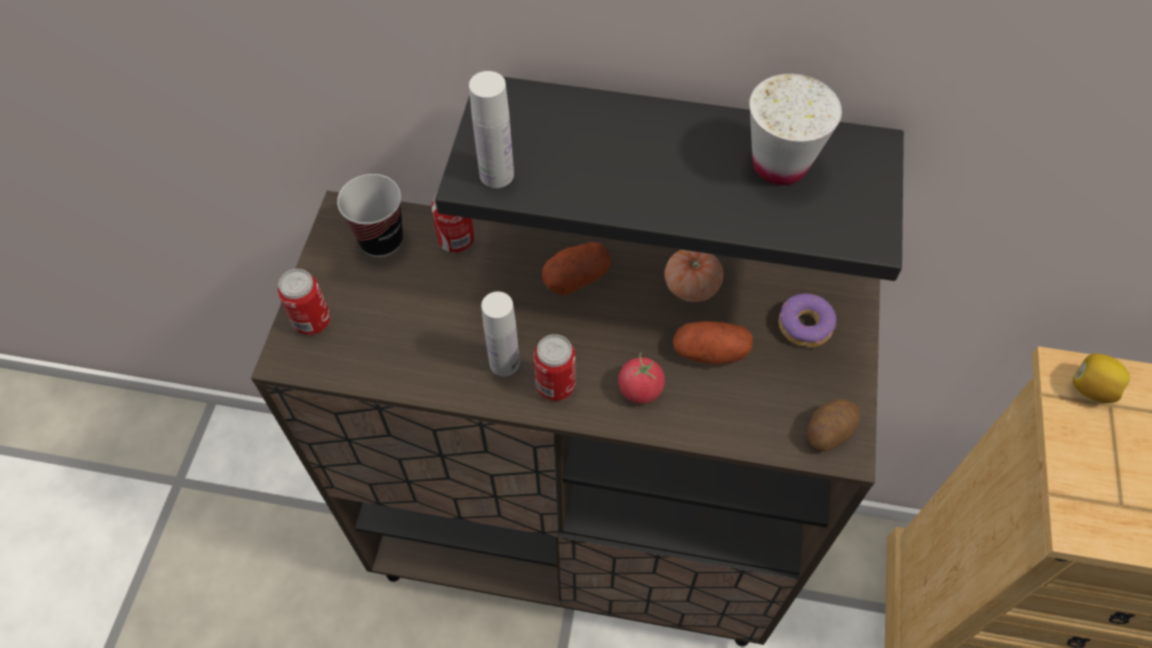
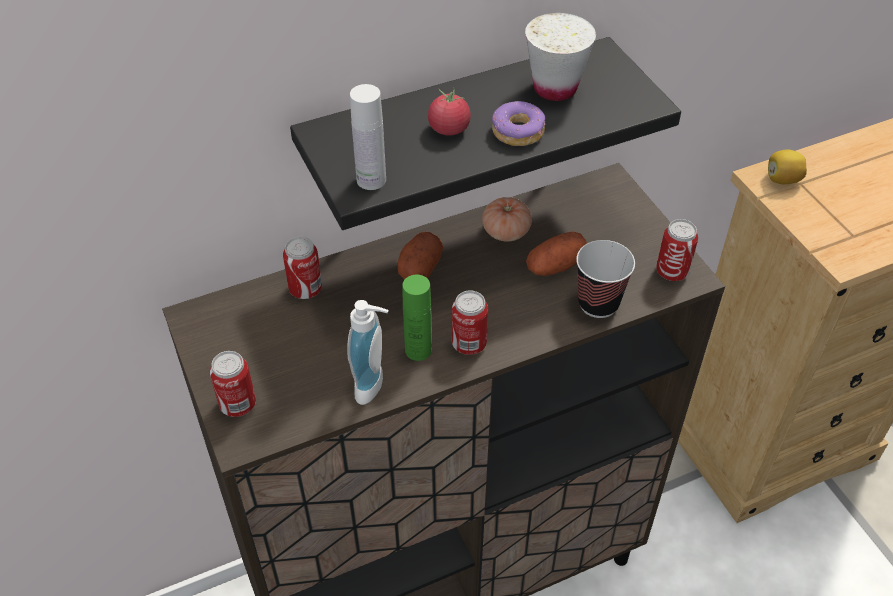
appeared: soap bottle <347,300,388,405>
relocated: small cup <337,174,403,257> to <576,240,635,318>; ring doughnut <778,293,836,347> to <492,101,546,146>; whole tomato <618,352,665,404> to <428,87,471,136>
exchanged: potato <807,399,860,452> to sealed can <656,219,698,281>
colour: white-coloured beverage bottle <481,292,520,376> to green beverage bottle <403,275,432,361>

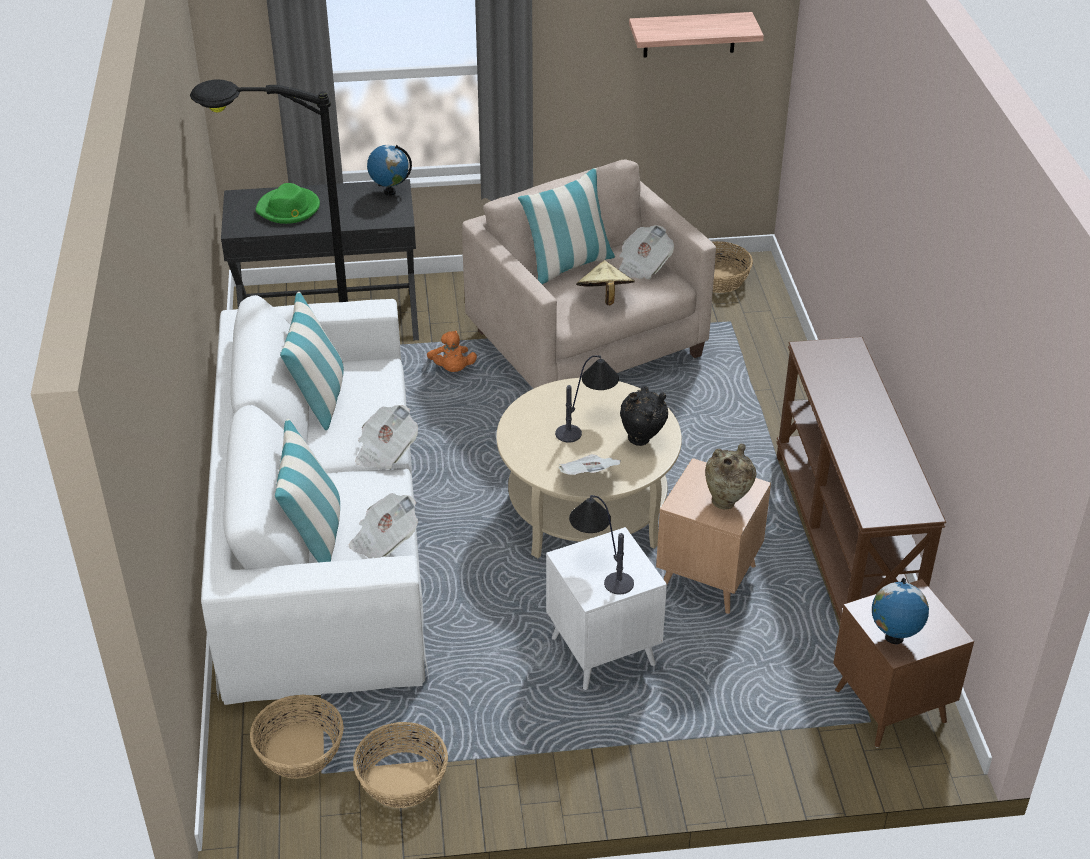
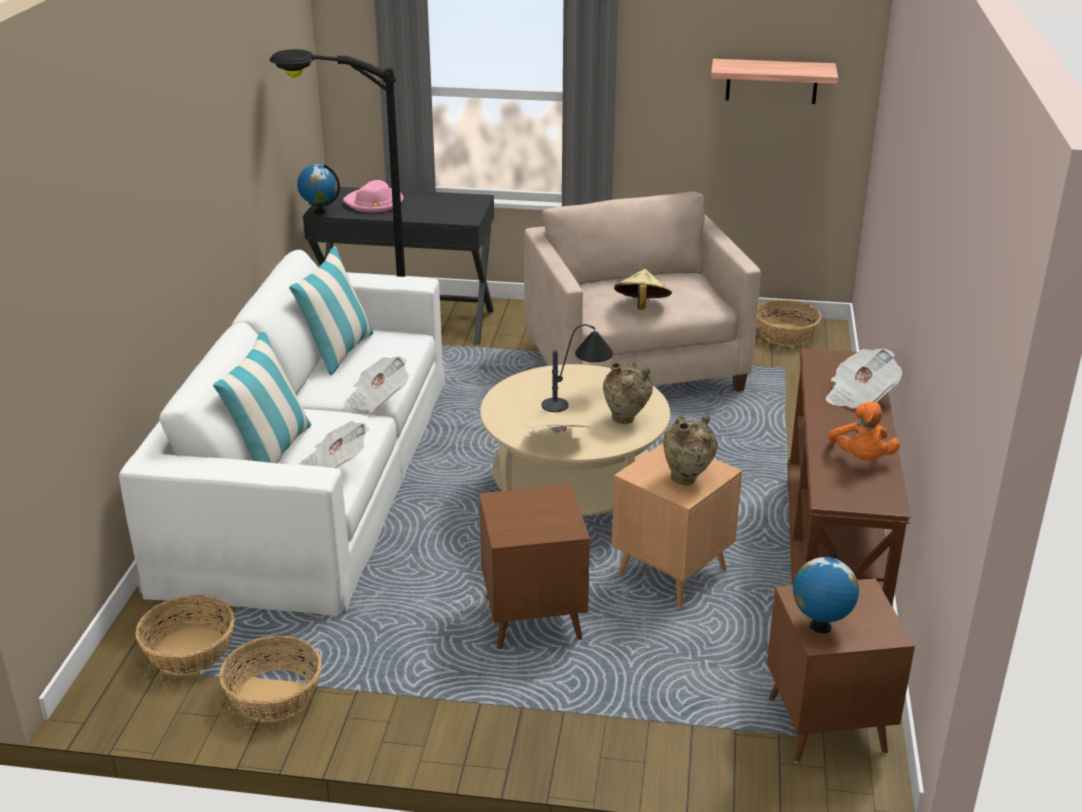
missing: pillow <518,168,616,284>; tabletop lamp <569,495,634,594>
relocated: world globe <367,145,412,196> to <297,164,340,215>; printed paper <618,225,674,279> to <826,349,902,409>; orange soft toy <427,331,477,372> to <829,402,900,461>
colour: green wearable hat <255,183,320,224> to pink wearable hat <343,180,403,212>; black-coloured vase <620,386,668,446> to beige-coloured vase <603,361,653,424>; white-coloured end table <546,527,667,690> to brownish end table <479,485,590,649>

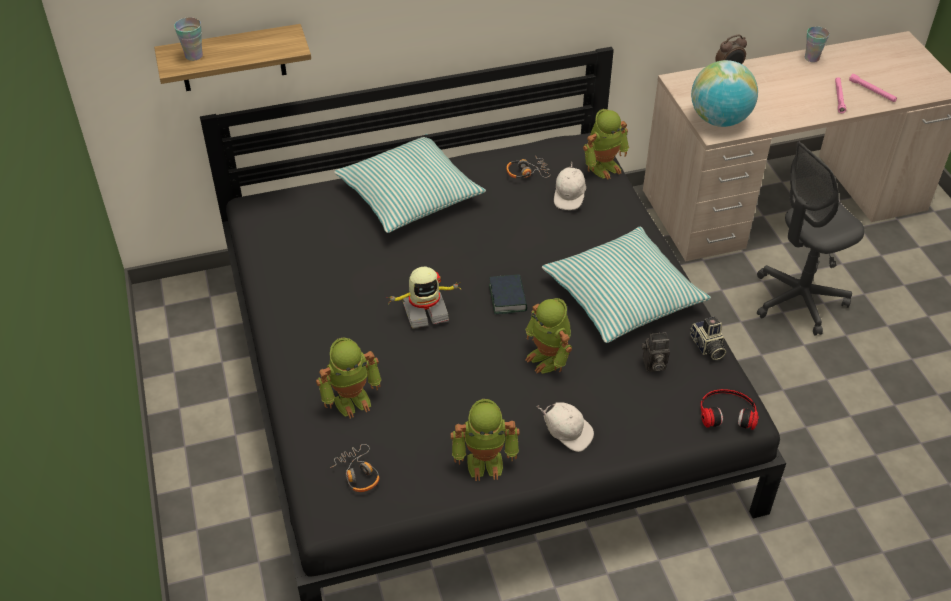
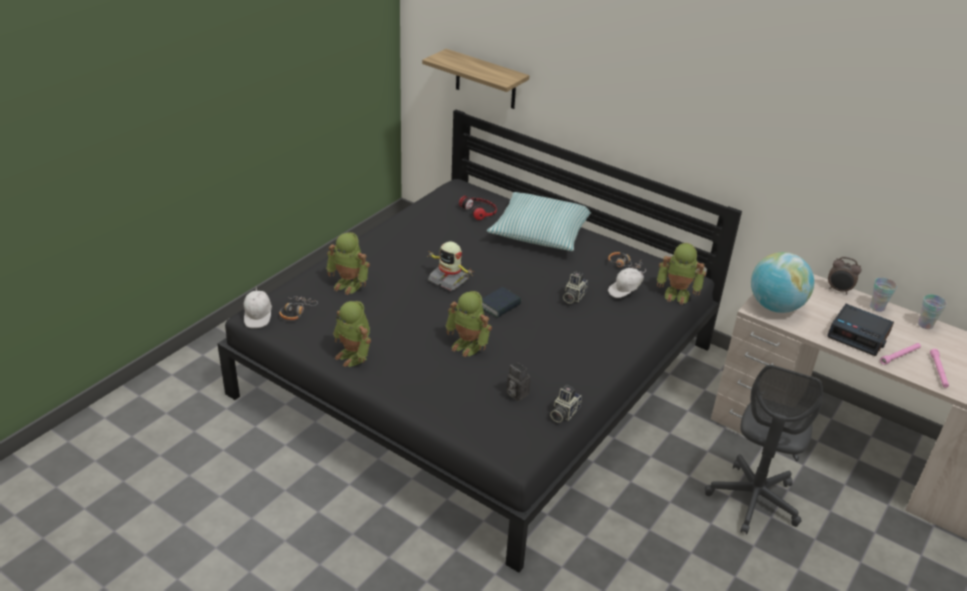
missing: pillow <542,227,711,343>
appeared: still camera <563,271,588,304>; alarm clock <827,304,894,356>
relocated: small cup <174,17,203,61> to <870,278,897,312>; headset <701,389,759,430> to <459,196,497,220>; white-coloured peaked cap <536,402,594,452> to <244,287,272,328>
spun: grey office chair <757,142,864,335> = <705,365,823,535> 90 degrees counterclockwise; toy robot <525,298,572,374> = <446,291,492,357> 75 degrees counterclockwise

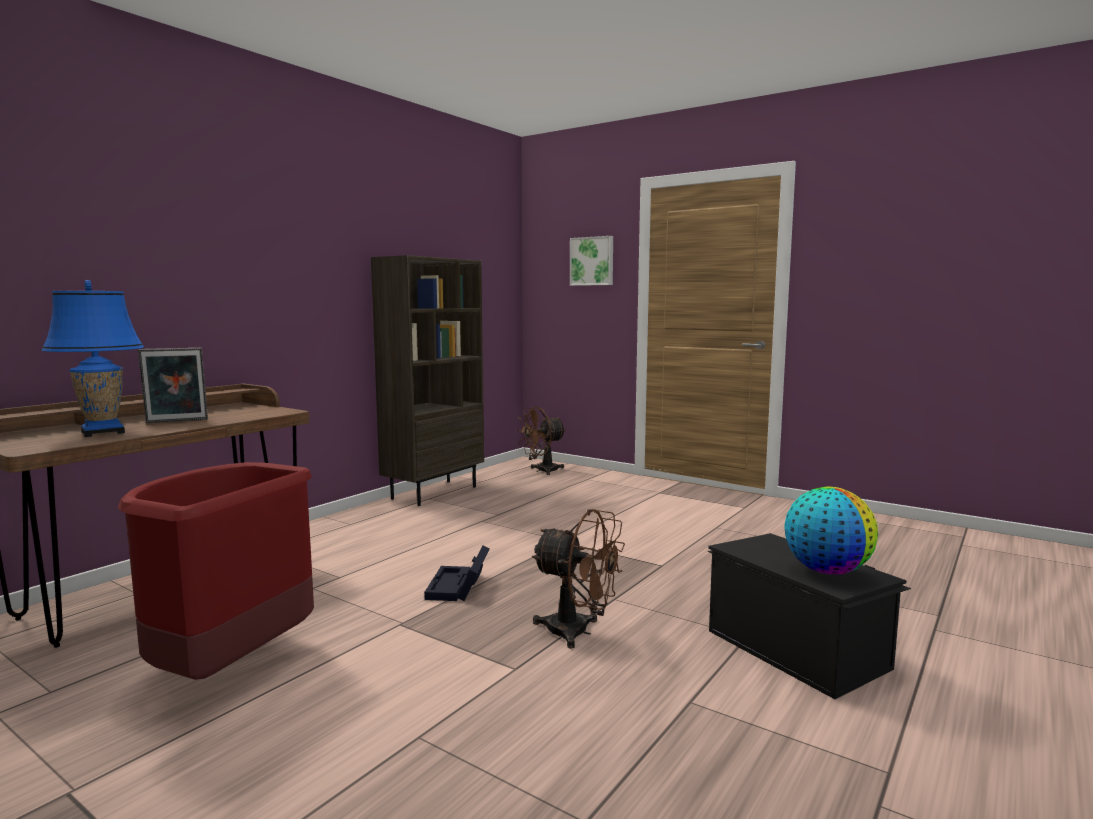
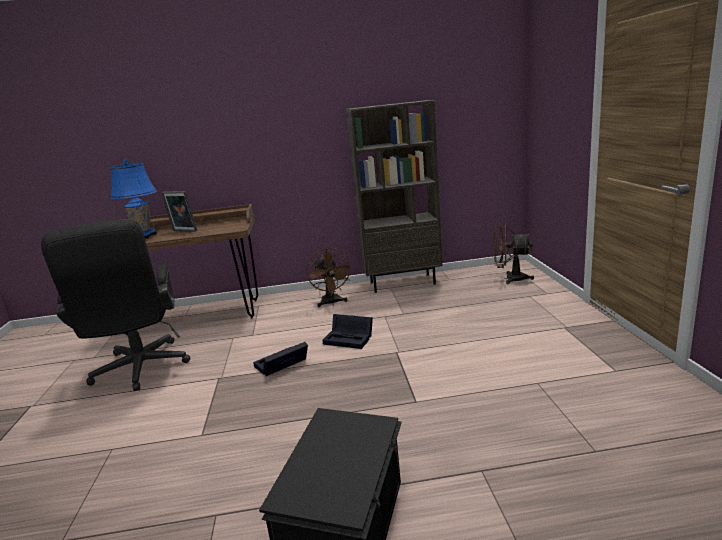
missing: picture <570,236,613,286>; world globe <784,487,878,575>
appeared: black-coloured storage bin <322,314,373,349>
relocated: brownish electric fan <531,509,625,649> to <306,248,352,307>
exchanged: red-coloured trash can <118,462,314,680> to black-coloured office chair <41,219,191,391>

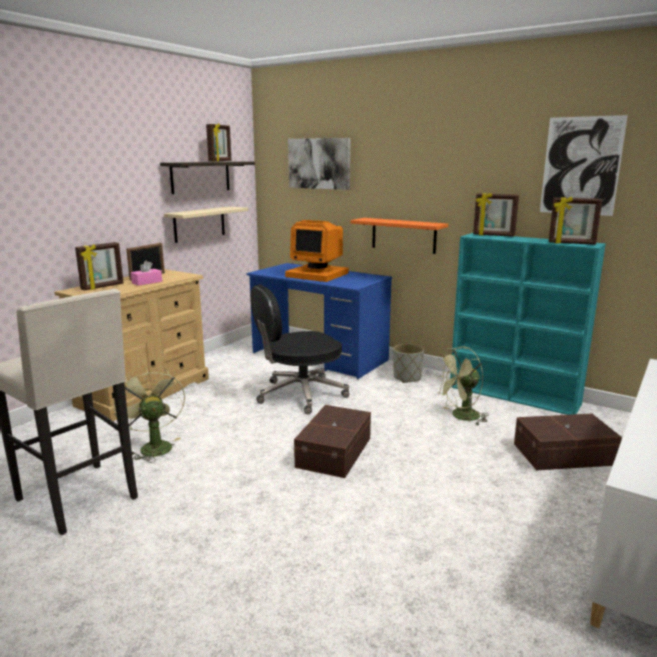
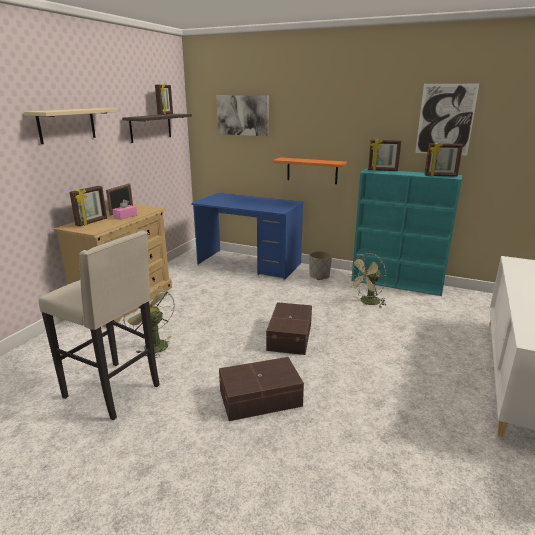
missing: computer display <285,220,349,282>; black-coloured office chair <250,284,349,414>
relocated: beige-coloured wall shelf <164,206,248,243> to <24,108,118,144>; brownish storage bin <514,414,622,470> to <219,357,304,421>

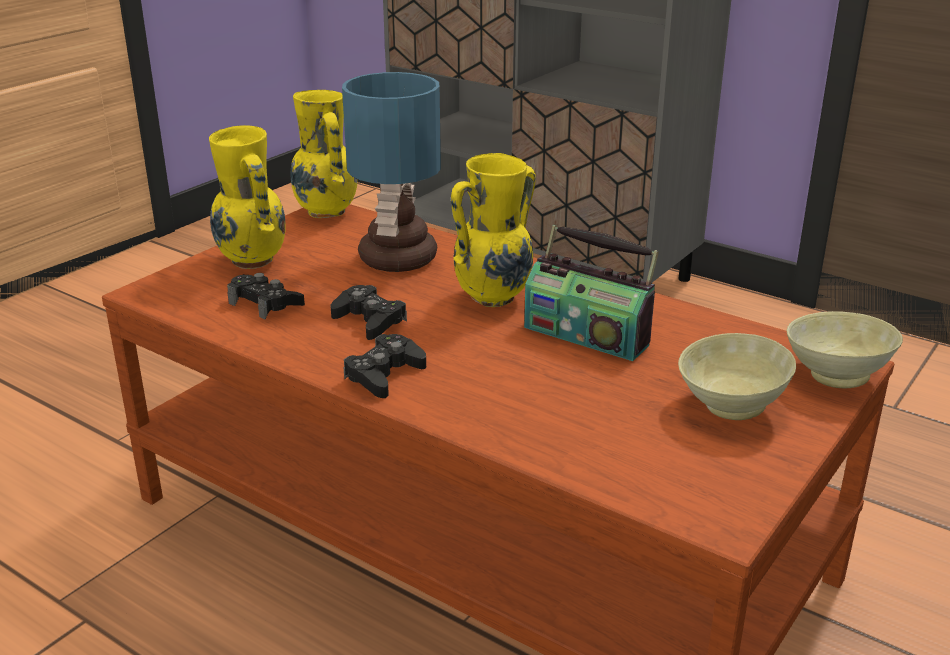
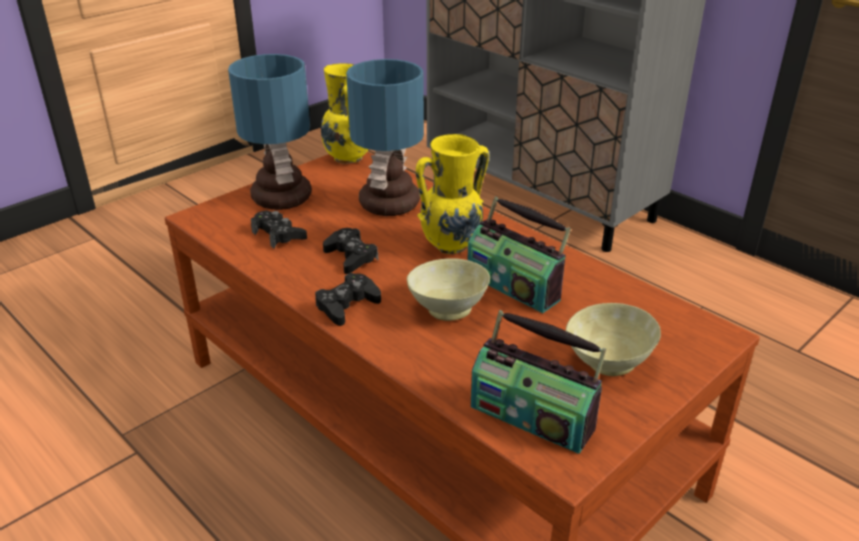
appeared: radio <471,310,606,454>
relocated: beige-coloured deep dish <787,311,903,388> to <407,258,490,321>
exchanged: yellow vase <209,125,286,269> to tabletop lamp <228,54,312,210>

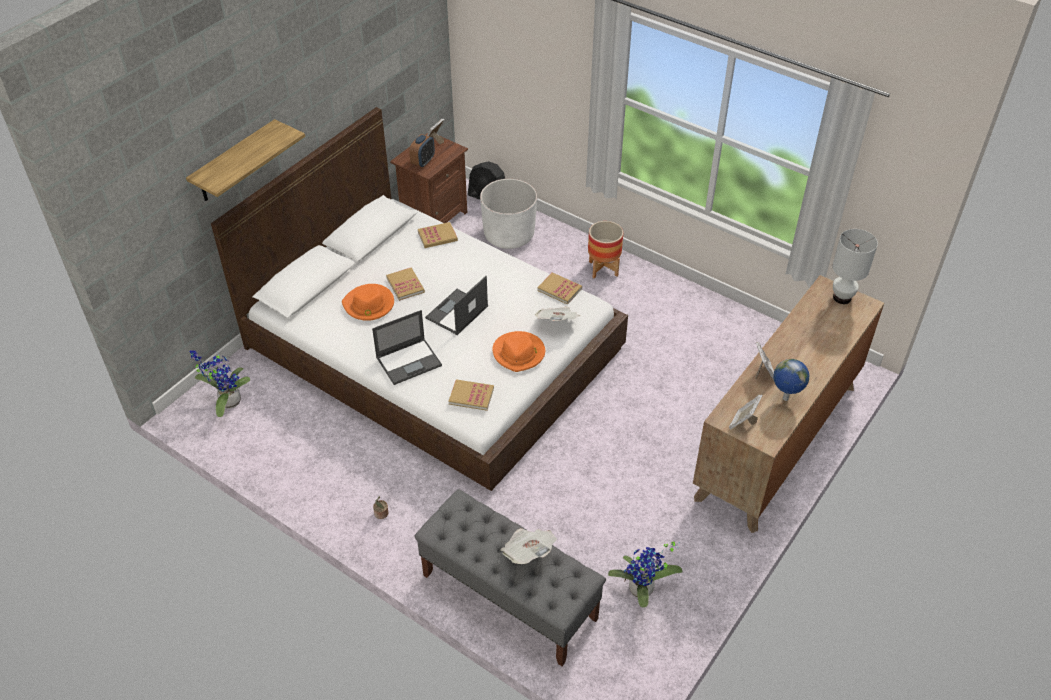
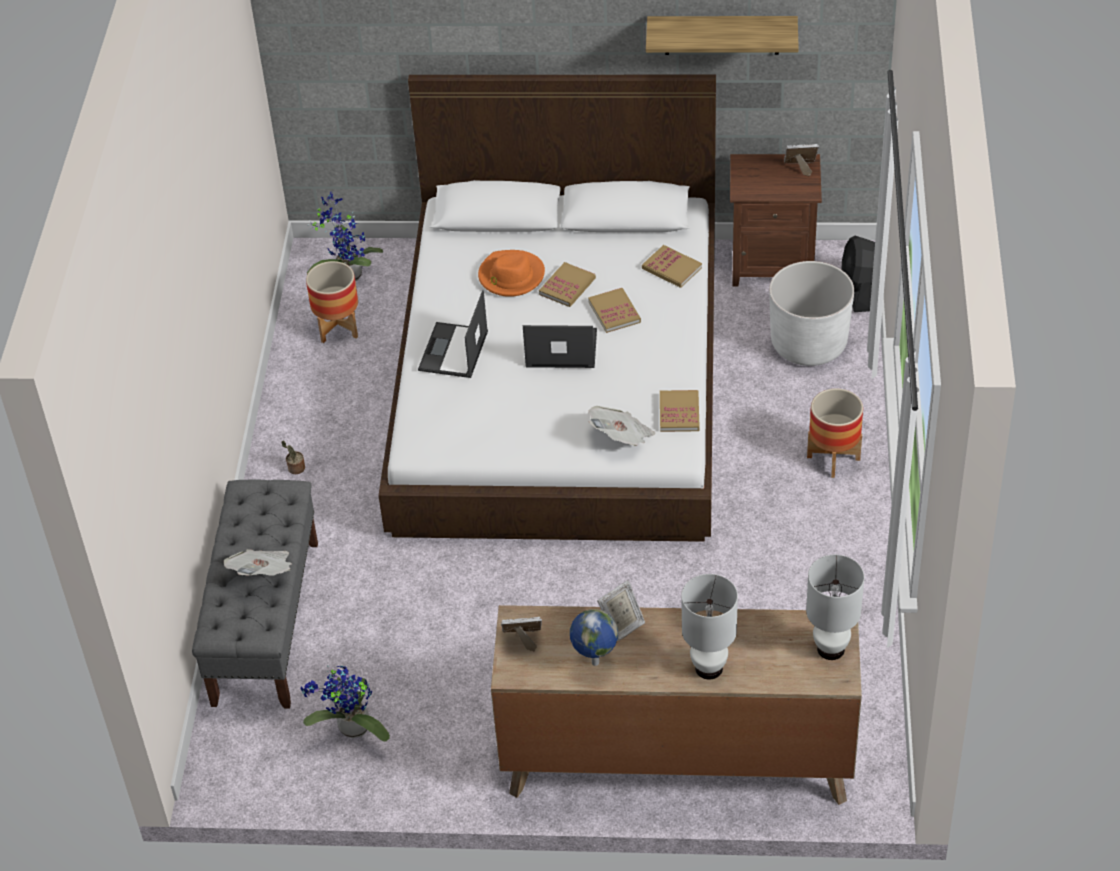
missing: alarm clock <409,134,435,168>; orange wearable hat <492,331,545,372>
appeared: plant pot <306,261,358,343>; white-coloured tabletop lamp <681,574,738,680>
relocated: wall shelf <186,119,305,201> to <646,16,799,55>; bound book <449,379,494,411> to <588,288,641,333>
spun: laptop <372,310,442,385> = <418,290,488,378> 75 degrees clockwise

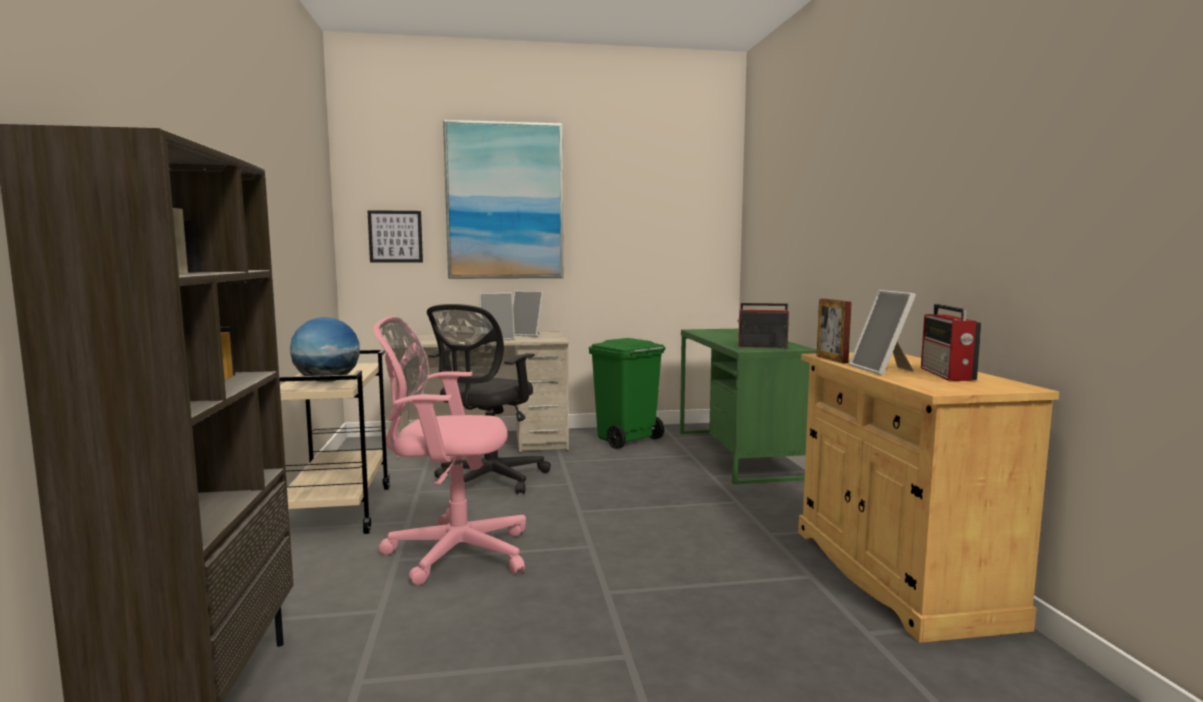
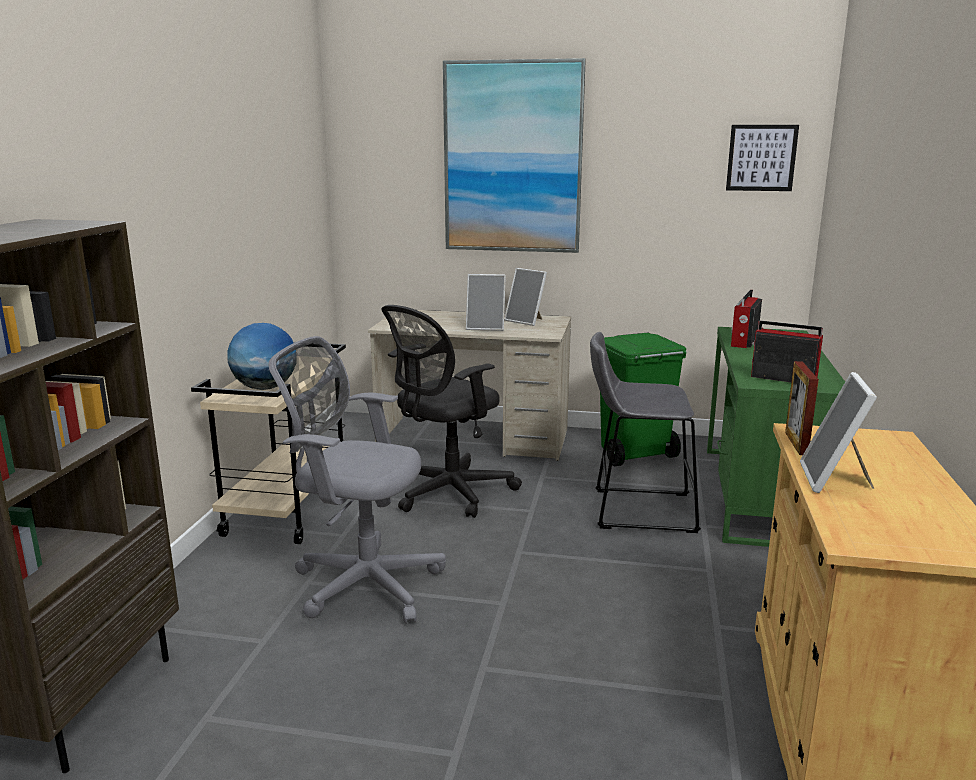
appeared: grey stool seat <590,332,701,533>
relocated: picture <367,210,423,263> to <726,125,799,191>; radio <921,304,981,381> to <731,290,762,348>
colour: pink office chair <373,316,526,585> to grey office chair <268,336,446,624>

